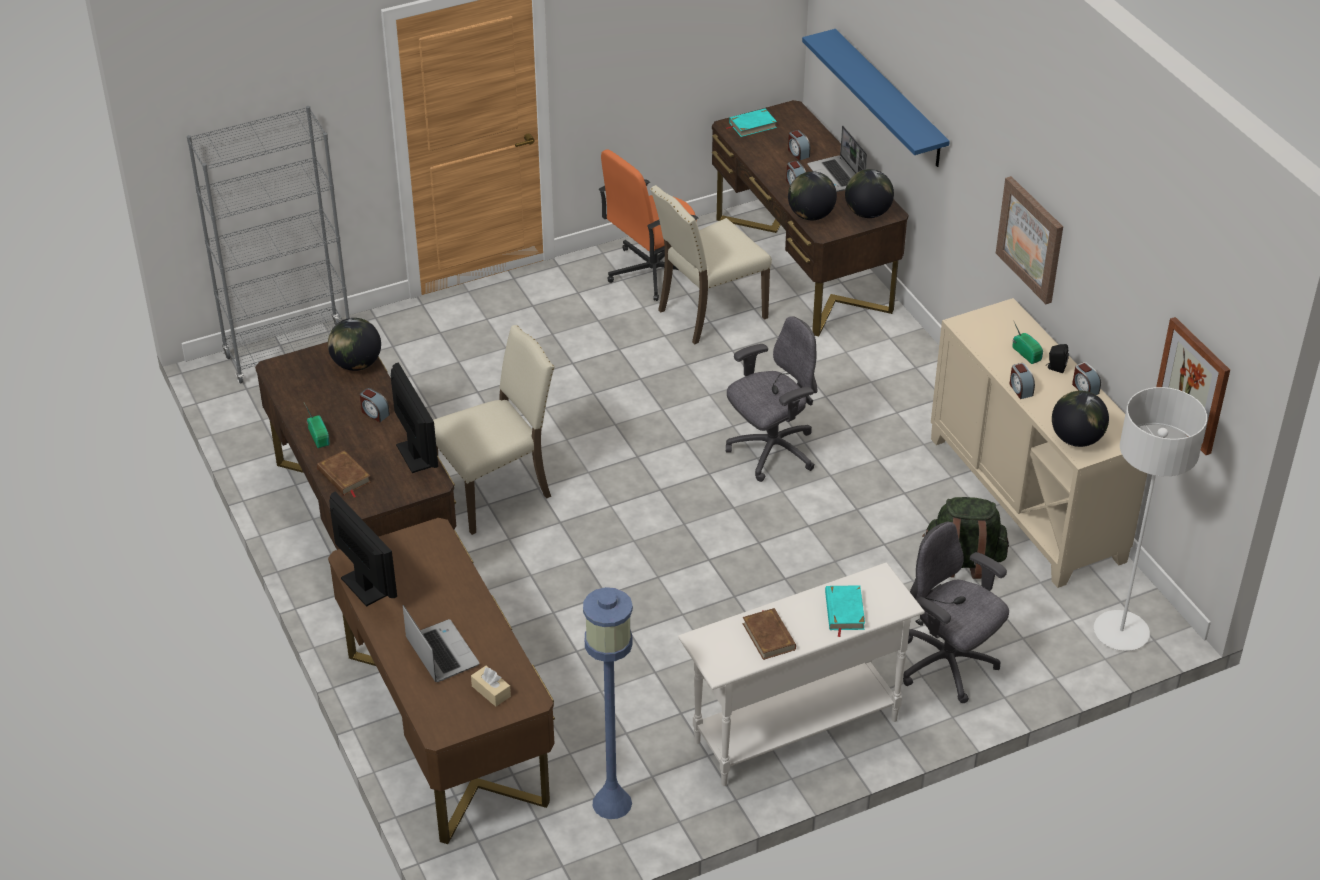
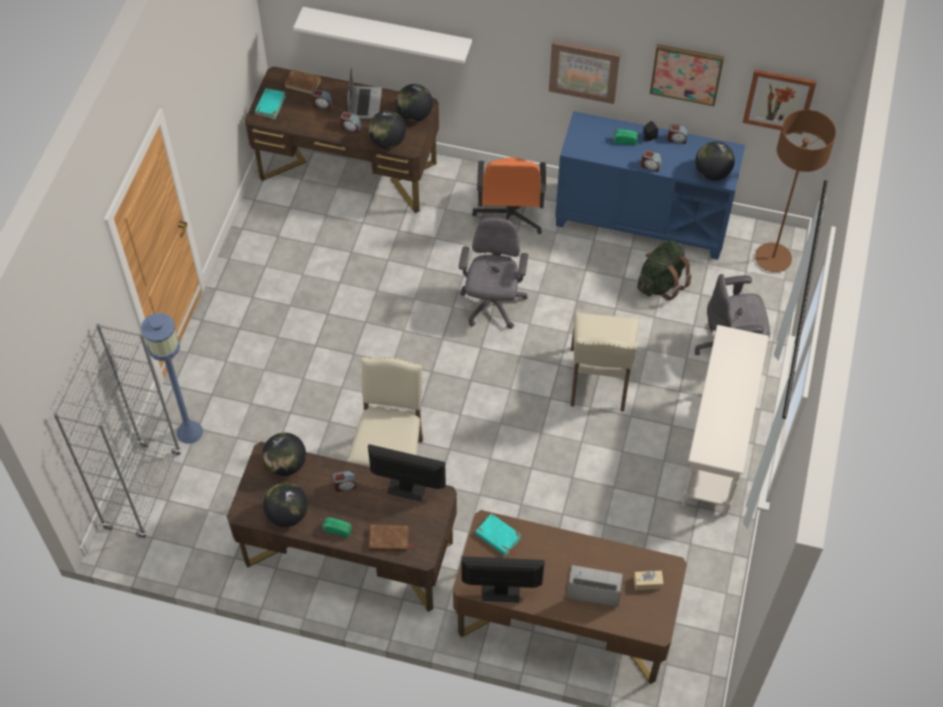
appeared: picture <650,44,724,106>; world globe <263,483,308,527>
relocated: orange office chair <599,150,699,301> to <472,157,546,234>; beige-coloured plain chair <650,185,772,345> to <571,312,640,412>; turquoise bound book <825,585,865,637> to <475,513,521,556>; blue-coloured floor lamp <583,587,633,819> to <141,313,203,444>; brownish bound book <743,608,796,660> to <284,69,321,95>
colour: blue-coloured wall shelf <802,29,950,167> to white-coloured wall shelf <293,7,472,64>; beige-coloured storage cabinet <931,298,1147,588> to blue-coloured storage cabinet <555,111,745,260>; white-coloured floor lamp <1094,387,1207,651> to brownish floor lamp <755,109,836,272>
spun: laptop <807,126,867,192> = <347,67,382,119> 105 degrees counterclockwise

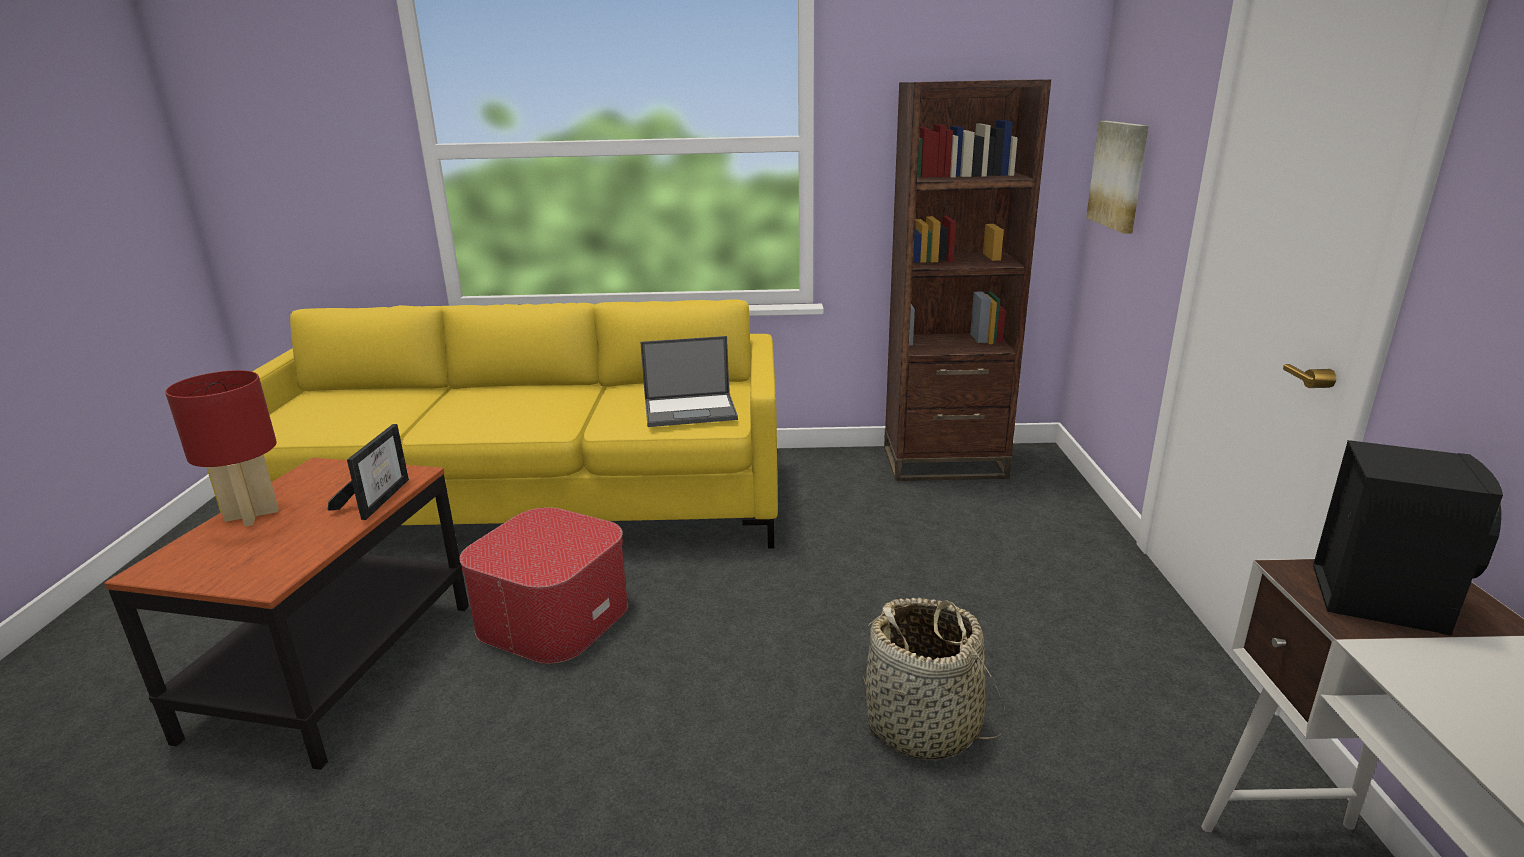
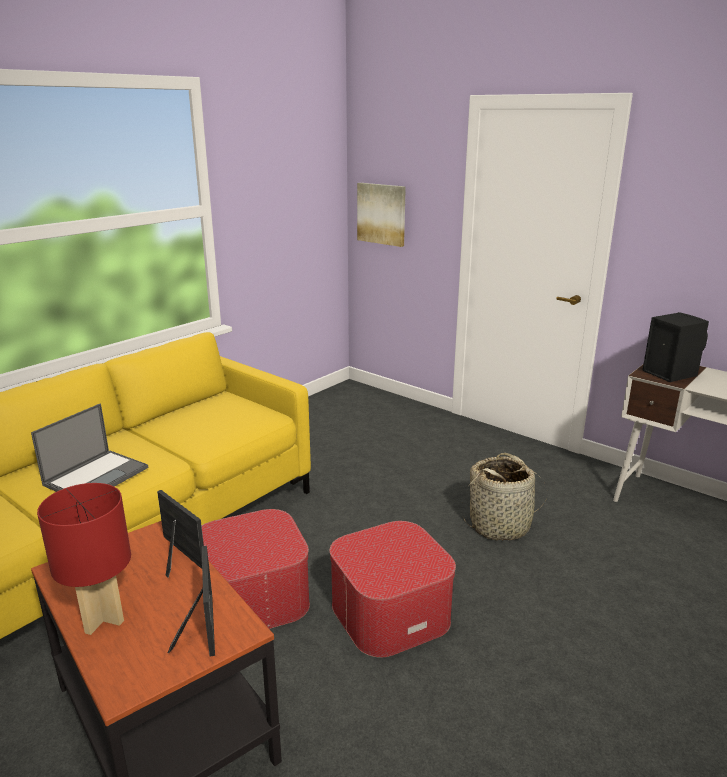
missing: brownish bookshelf <884,80,1051,481>
appeared: ottoman <330,521,456,657>; standing frame <168,546,215,656>
relocated: laptop <640,336,738,427> to <31,403,148,492>

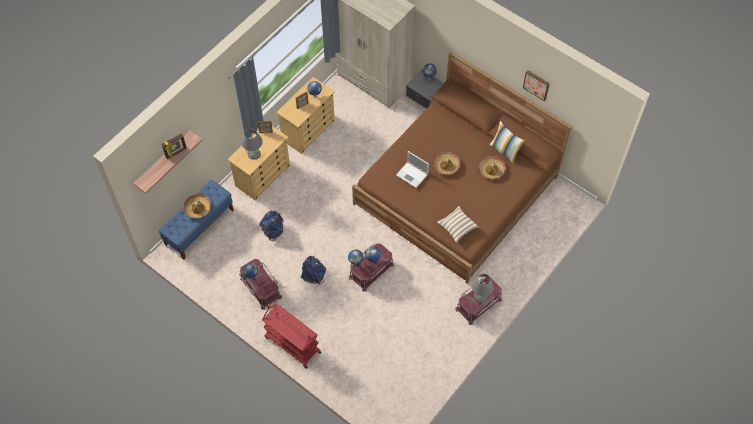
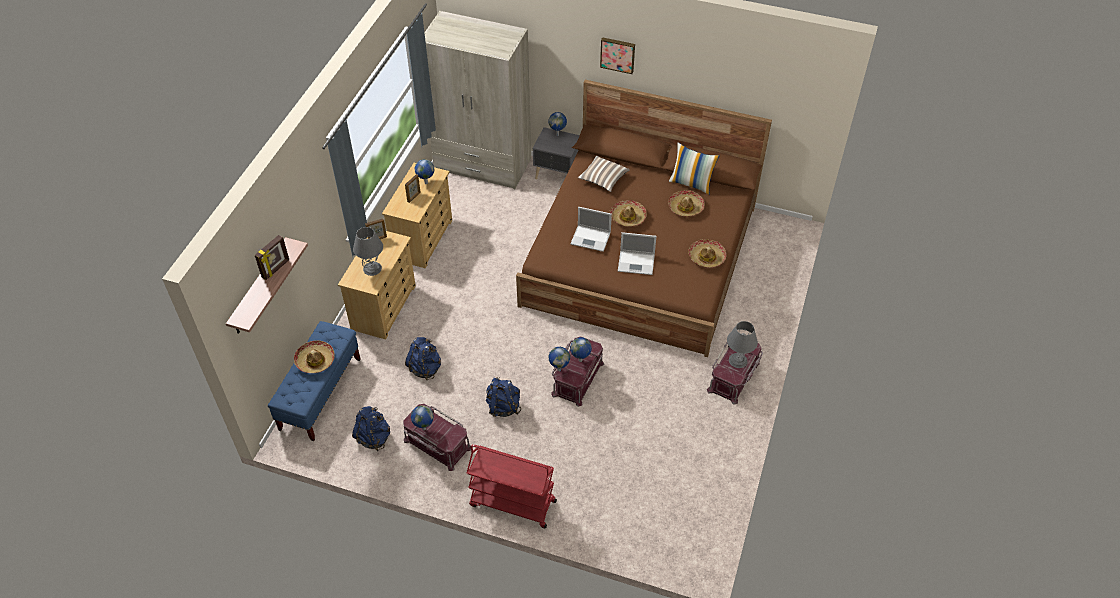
appeared: laptop <618,232,657,275>; wearable hat <688,239,727,268>; blue-coloured rucksack <352,406,390,451>
relocated: picture <523,70,550,101> to <600,37,635,74>; pillow <437,206,479,243> to <578,155,630,192>

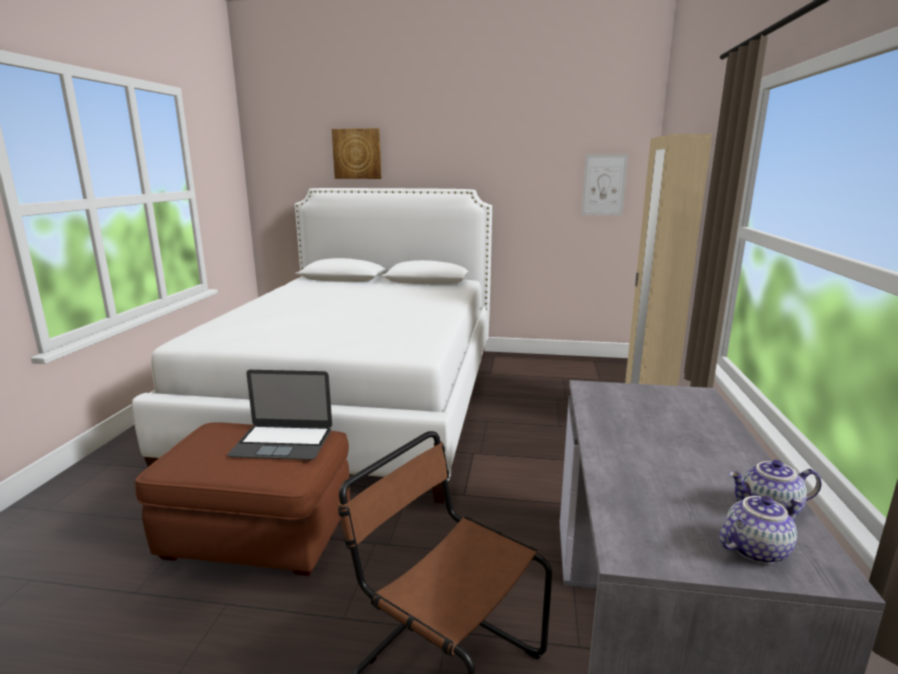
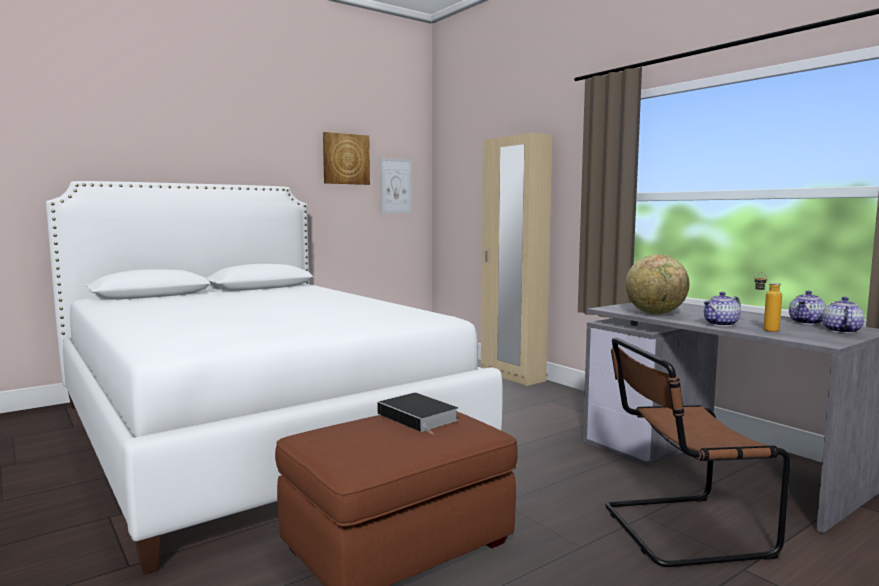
appeared: world globe <625,254,690,315>; beverage bottle <754,272,782,332>; pot for tea <703,292,741,326>
relocated: picture <332,128,382,179> to <323,132,370,185>
exchanged: laptop <227,370,332,460> to bound book <378,393,458,435>

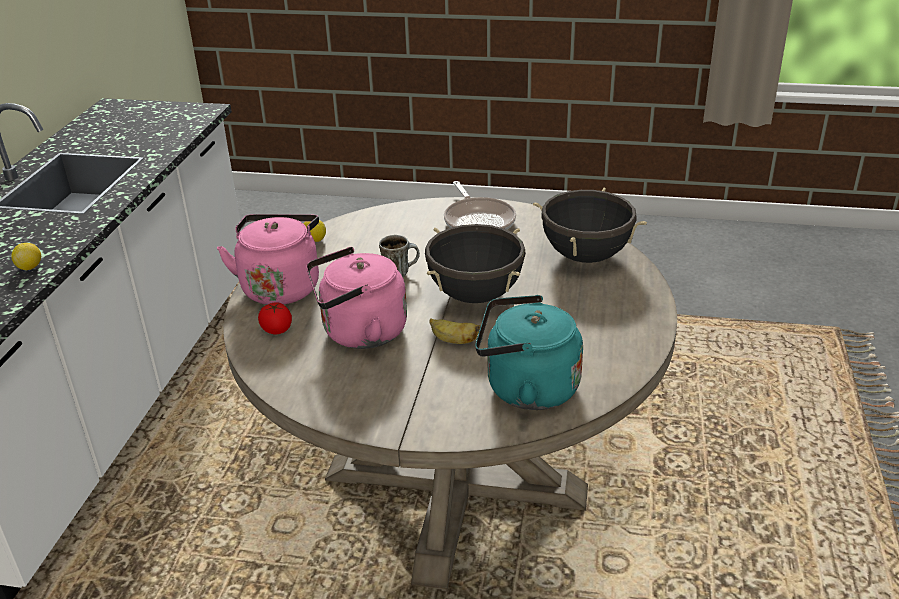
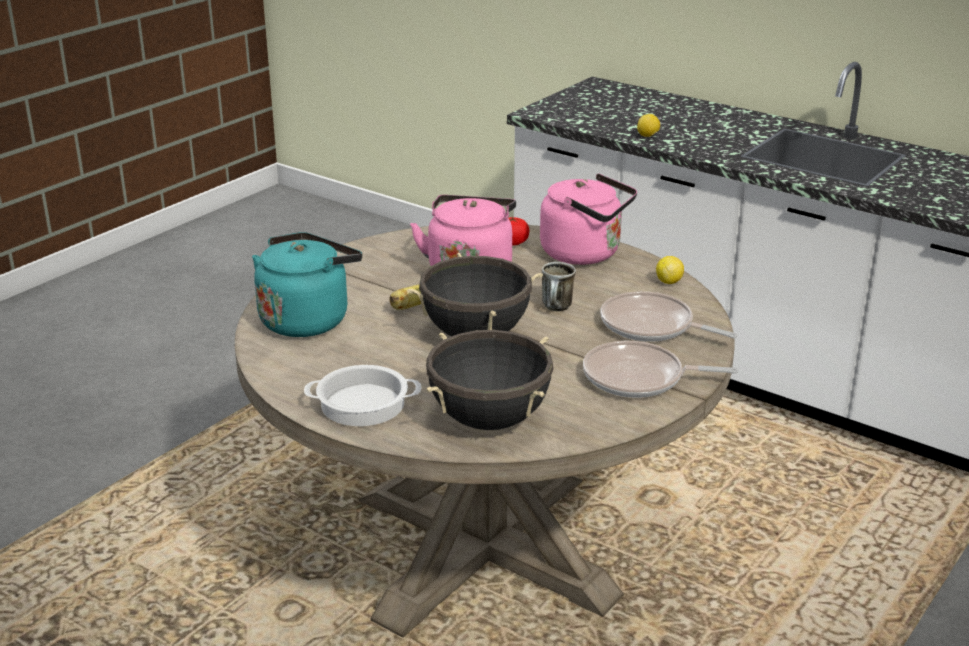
appeared: frying pan <601,291,738,342>; saucepot <304,365,422,426>

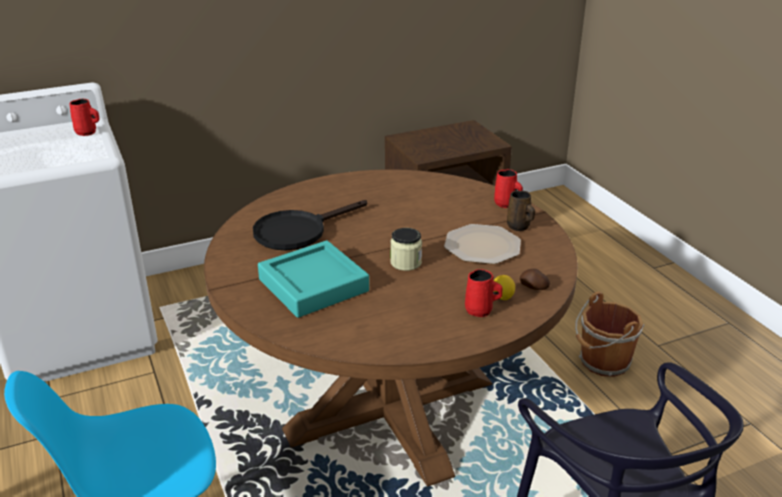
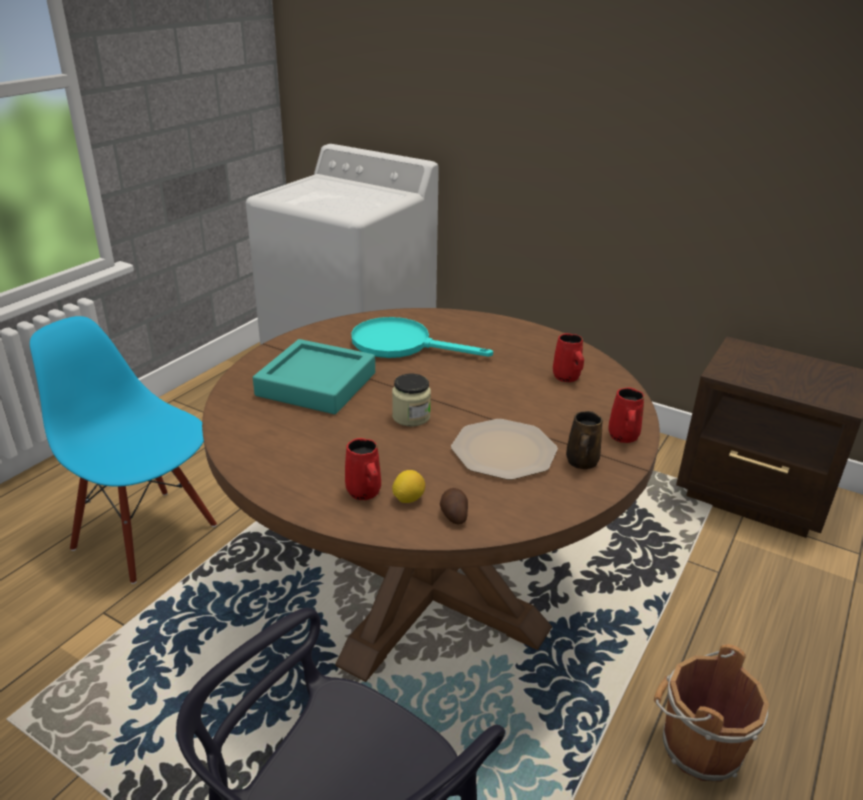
relocated: red-coloured tea mug <69,99,100,136> to <553,333,584,382>
colour: black-coloured frying pan <253,200,367,250> to turquoise frying pan <351,317,493,358>

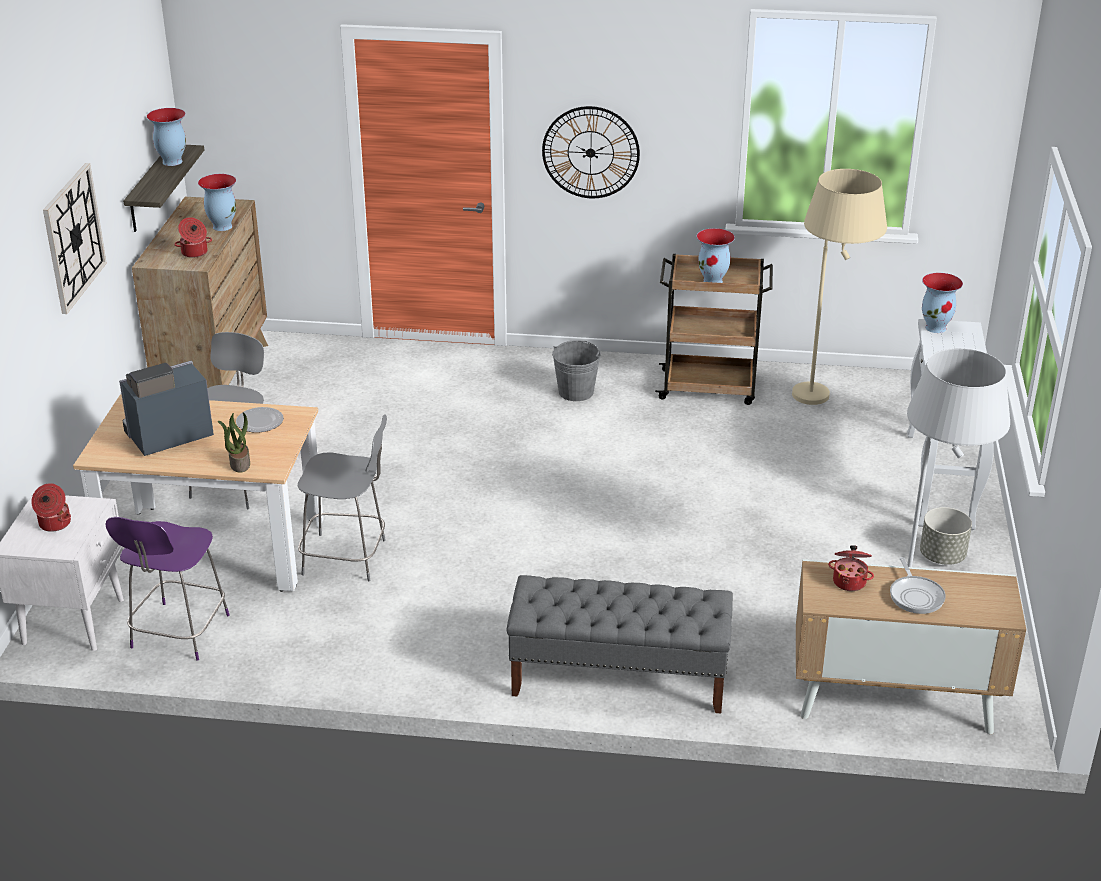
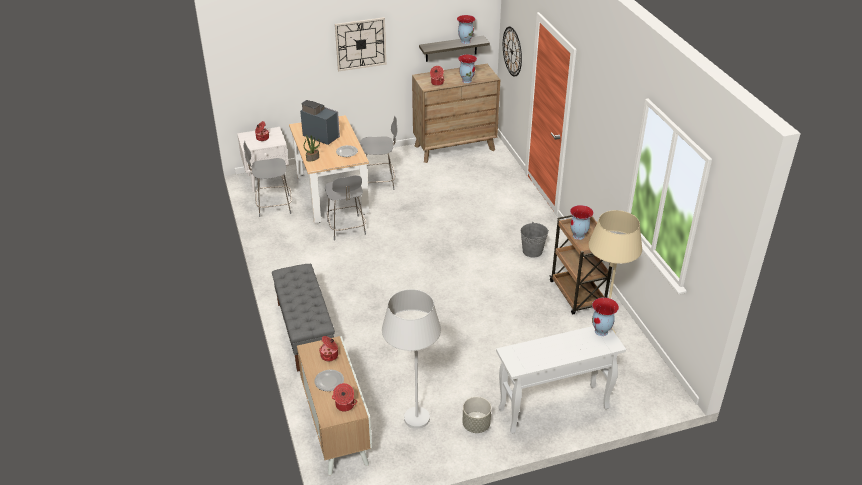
appeared: saucepot <332,383,357,411>
relocated: wall clock <542,106,640,198> to <503,26,522,77>
exchanged: frying pan <890,557,946,614> to plate <314,370,344,391>
colour: purple plain chair <105,517,229,661> to grey plain chair <243,141,292,217>

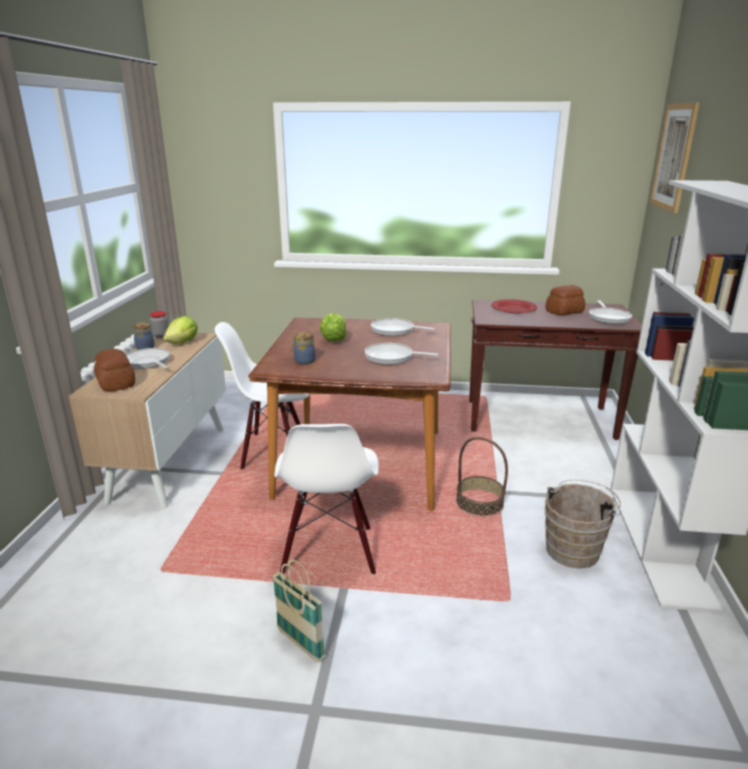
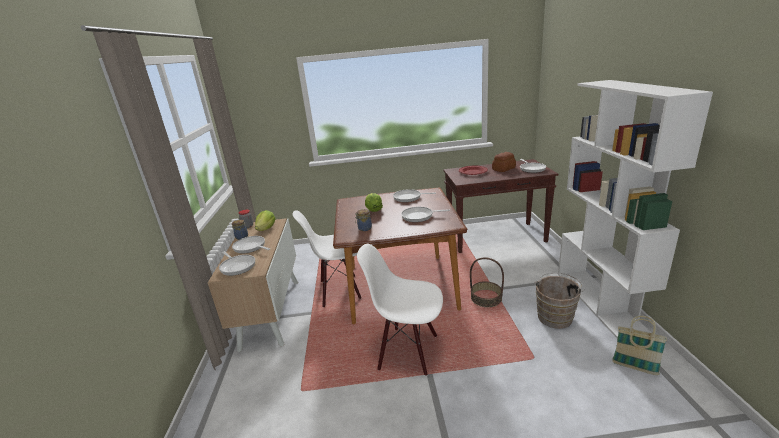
missing: picture <649,102,700,213>
relocated: basket <272,559,325,662> to <612,316,667,375>
exchanged: bakery bread <94,349,135,392> to frying pan <219,251,255,276>
spun: white-coloured plain chair <274,424,379,574> = <357,244,443,376> 120 degrees clockwise

